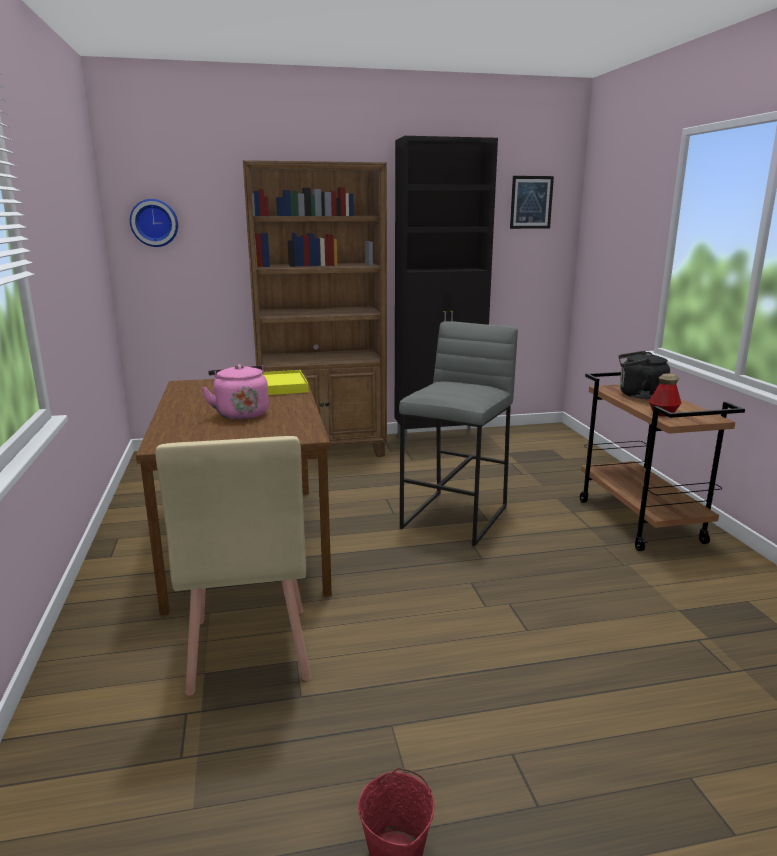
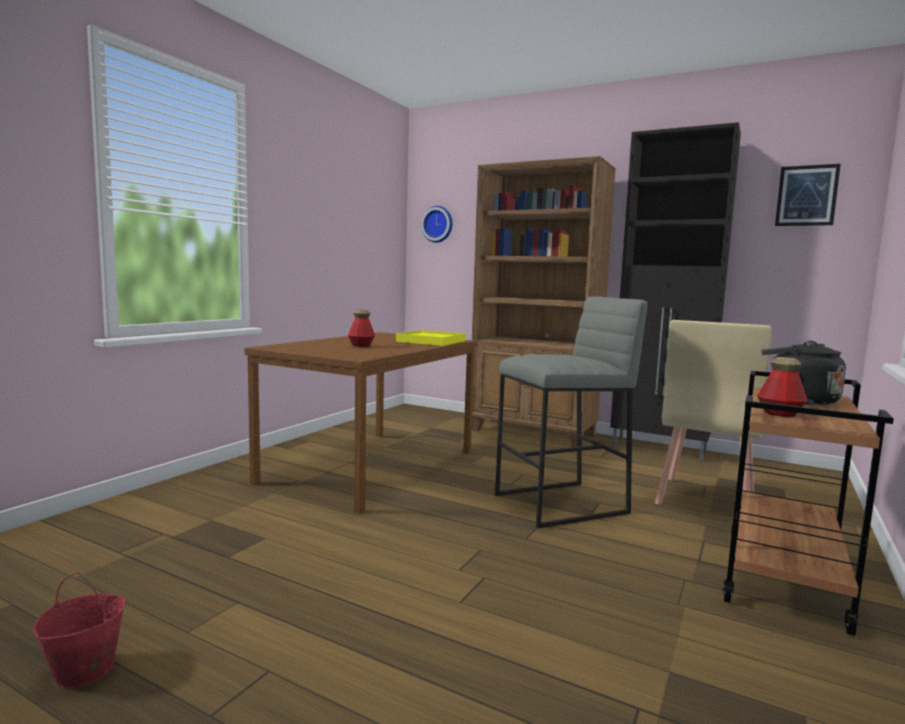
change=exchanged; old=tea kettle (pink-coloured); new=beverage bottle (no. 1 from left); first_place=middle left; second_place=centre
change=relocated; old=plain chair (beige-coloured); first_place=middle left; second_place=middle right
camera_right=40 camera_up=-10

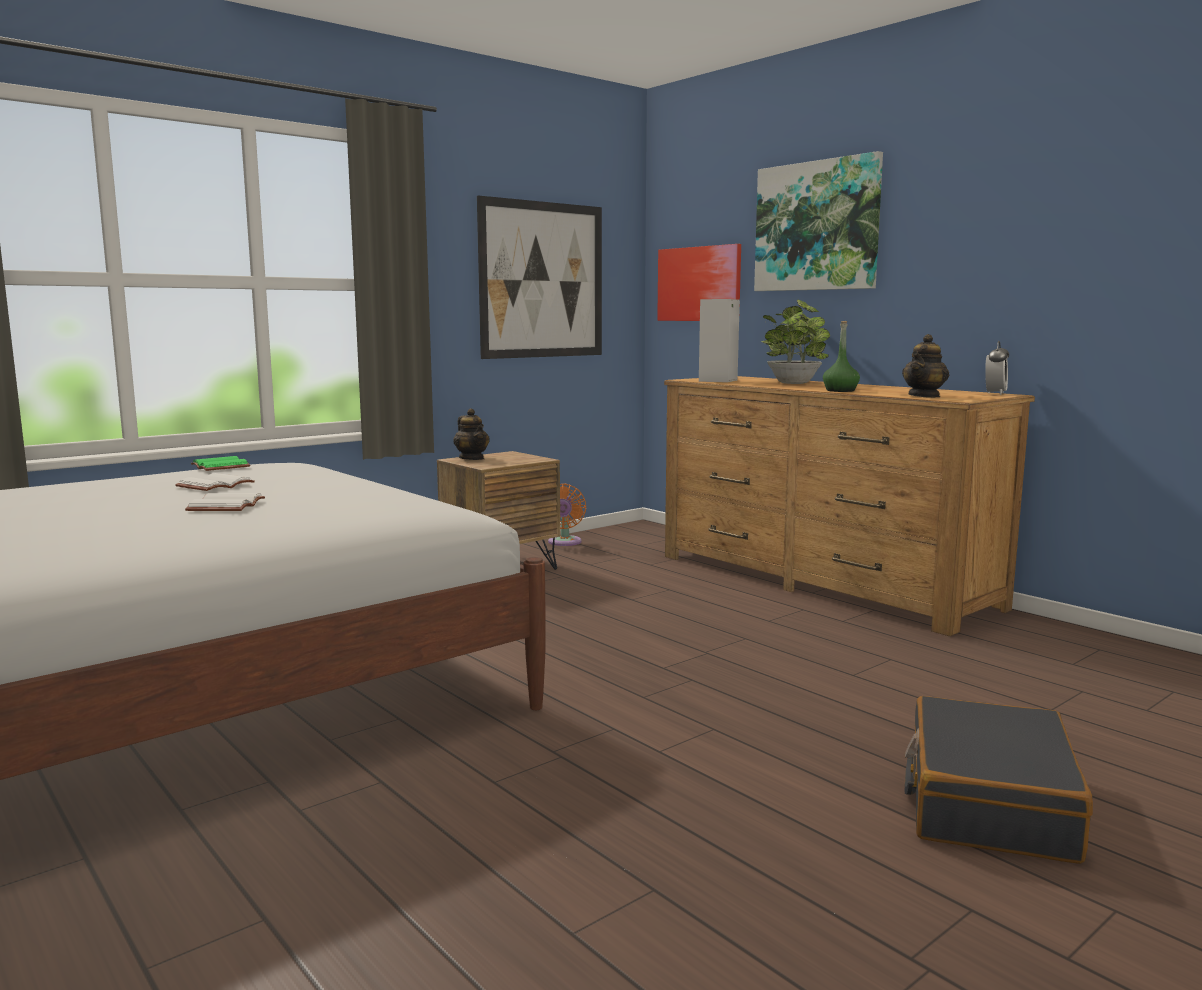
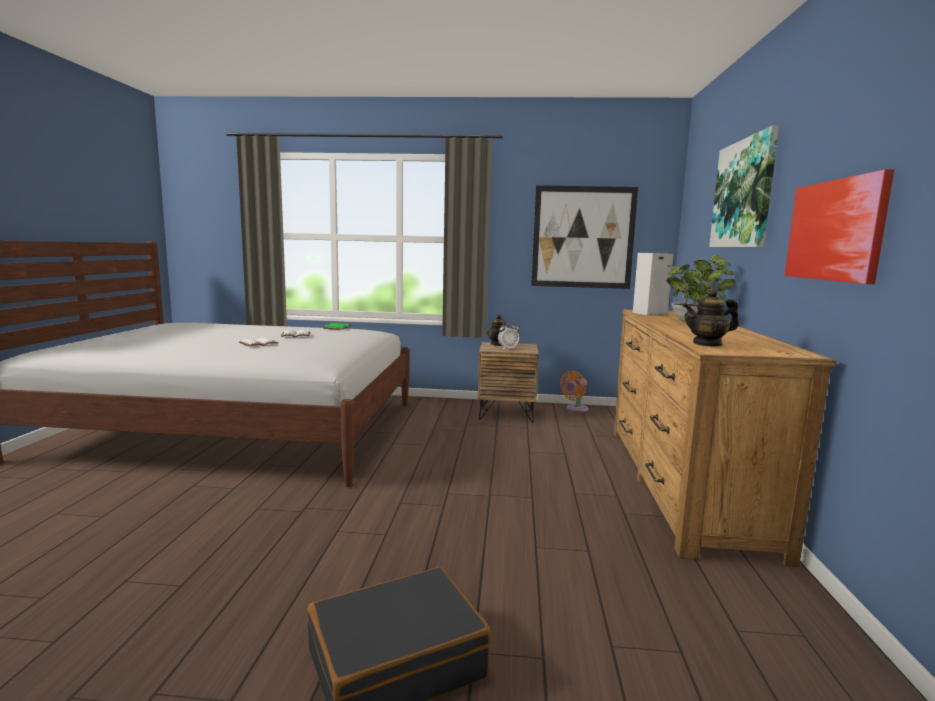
change=relocated; old=alarm clock; first_place=middle right; second_place=centre
change=relocated; old=wall picture (no. 2 from left in the first image); new=wall picture (no. 3 from left); first_place=top centre; second_place=top right
change=missing; old=beverage bottle (green); first_place=middle right
camera_right=45 camera_up=0

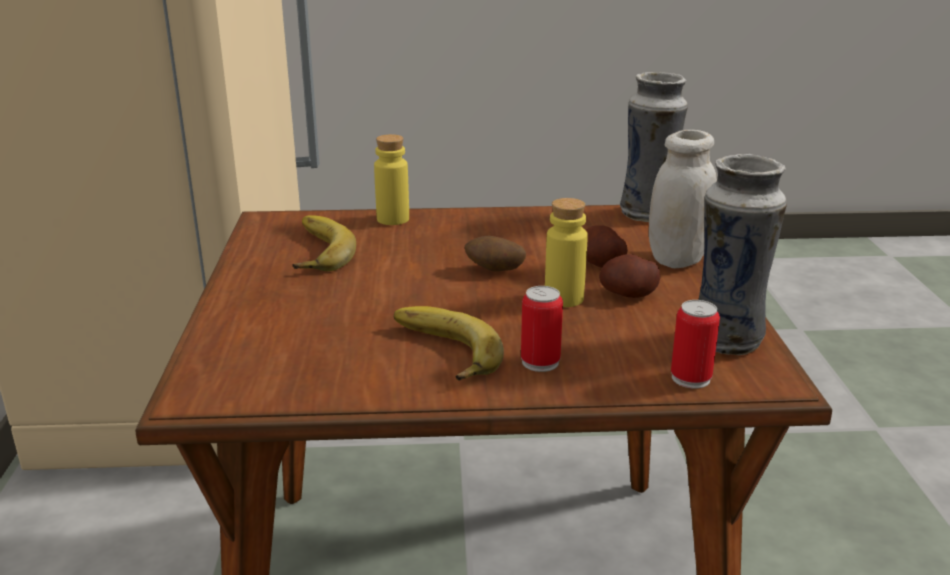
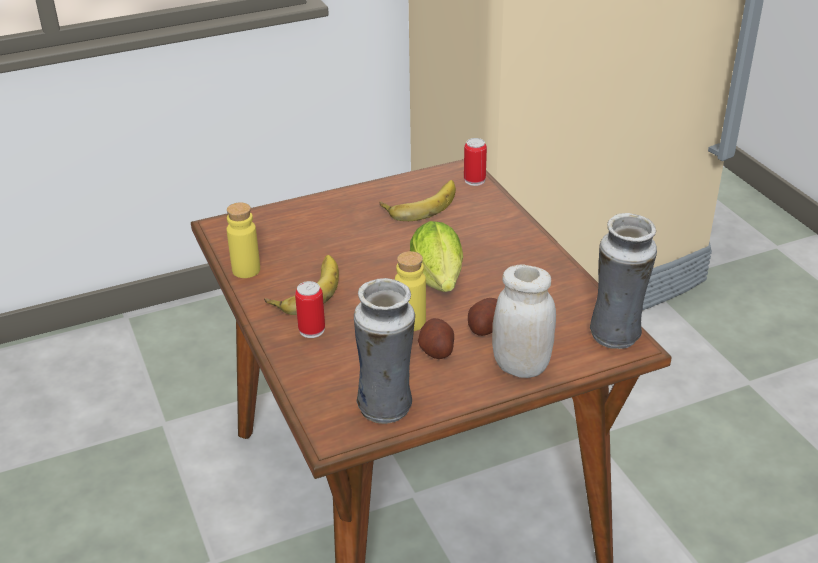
change=relocated; old=beverage bottle (yellow-coloured) (no. 1 from left); first_place=top centre; second_place=middle left
change=exchanged; old=spud (no. 1 from left); new=lettuce; first_place=centre; second_place=centre
change=relocated; old=can (no. 2 from left); first_place=middle right; second_place=top centre
camera_right=70 camera_up=10

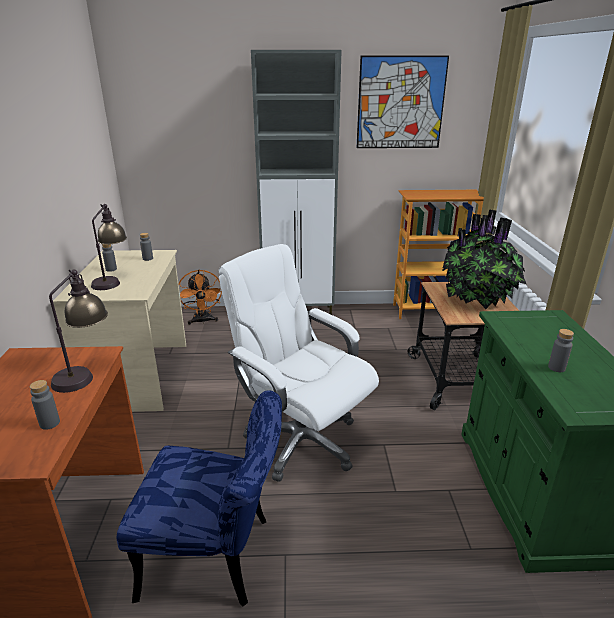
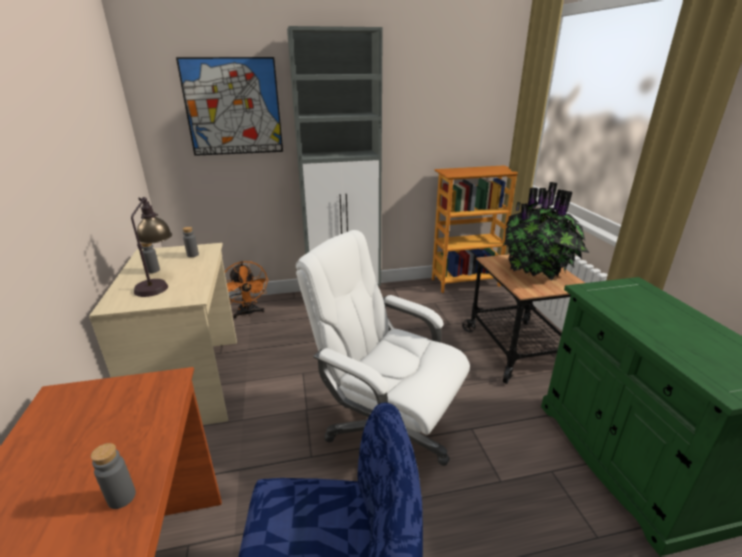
change=relocated; old=wall picture; first_place=top centre; second_place=top left
change=missing; old=tabletop lamp (no. 1 from left); first_place=middle left
change=missing; old=beverage bottle (grey) (no. 4 from left); first_place=middle right
camera_right=-10 camera_up=0

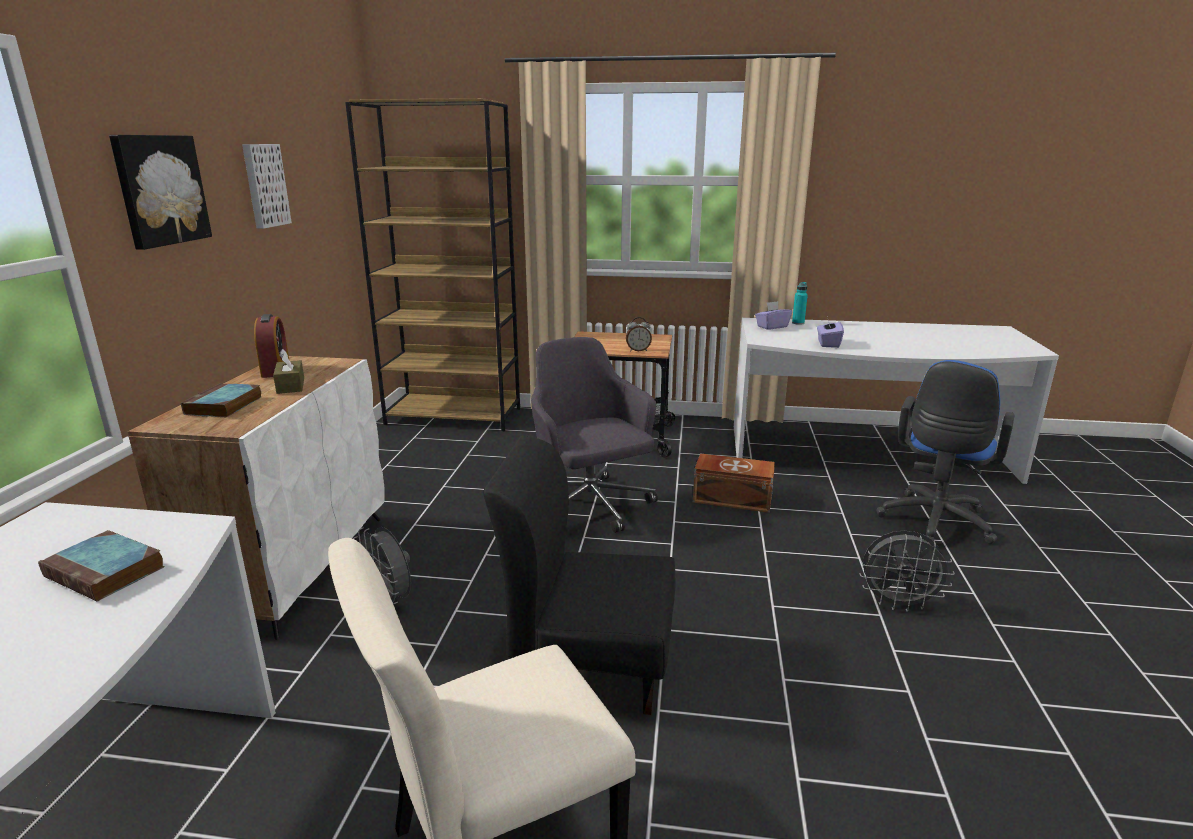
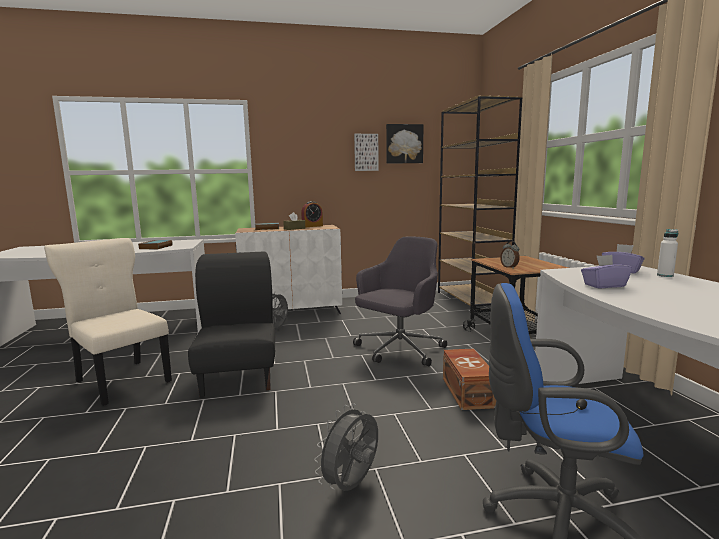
change=spun; old=fan (grey) (no. 2 from left); first_place=bottom right; second_place=bottom centre; degrees=45
change=relocated; old=wall picture (no. 1 from left in the first image); new=wall picture (no. 2 from left); first_place=top left; second_place=top centre
change=colour; old=beverage bottle (turquoise-coloured); new=beverage bottle (whitish); first_place=middle right; second_place=middle right
camera_right=70 camera_up=-10

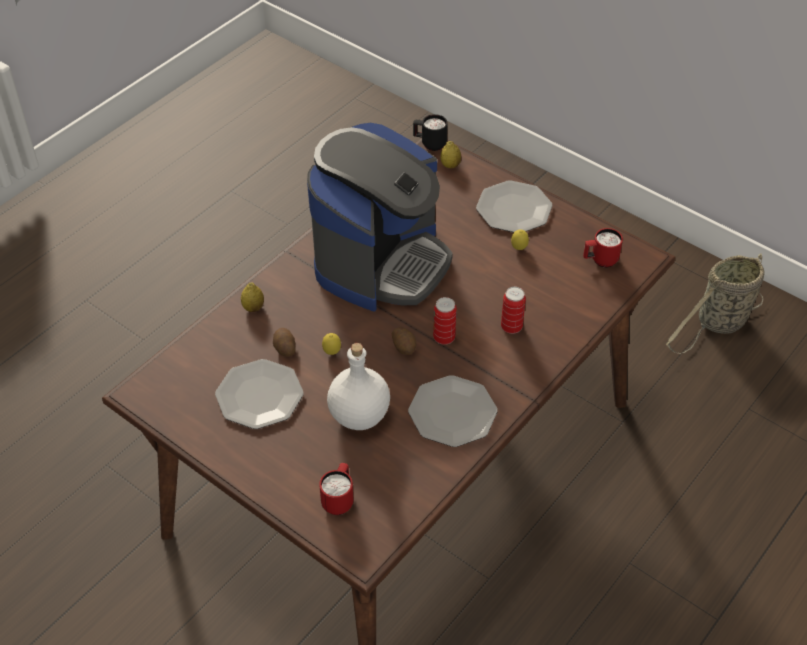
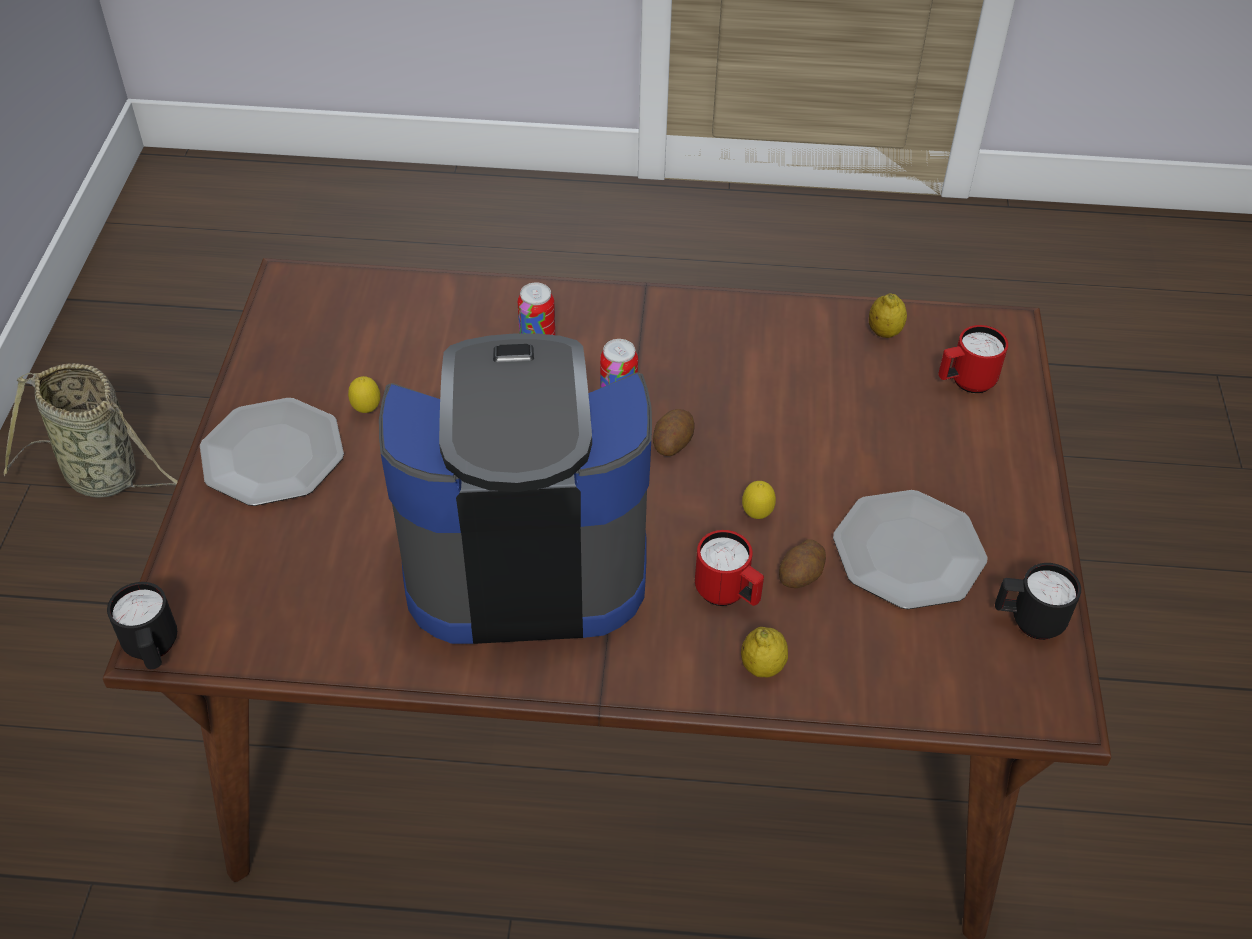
change=relocated; old=coffee mug (red) (no. 2 from left in the first image); new=coffee mug (red) (no. 1 from left); first_place=middle right; second_place=centre
change=relocated; old=lemon (no. 3 from left in the first image); new=lemon (no. 4 from left); first_place=top centre; second_place=middle right
change=appeared; new=coffee mug (black-coloured) (no. 2 from left); second_place=middle right
change=missing; old=beverage bottle (whitish); first_place=centre
change=missing; old=flat dish (no. 2 from left); first_place=centre
camera_right=-125 camera_up=0

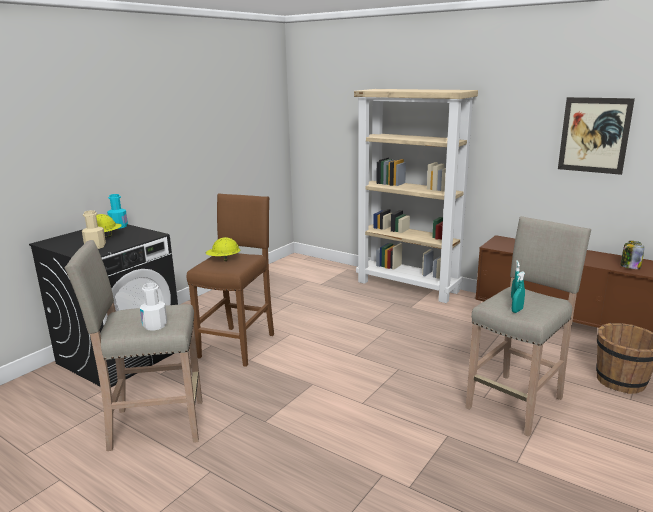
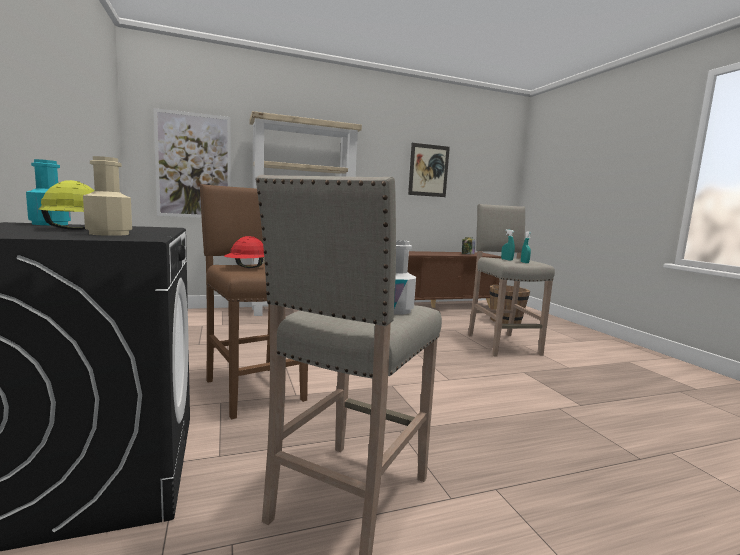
change=appeared; new=wall picture (no. 1 from left); second_place=top left
change=colour; old=safety helmet (yellow-coloured) (no. 2 from left); new=safety helmet (red); first_place=centre; second_place=middle left
camera_right=-55 camera_up=-10

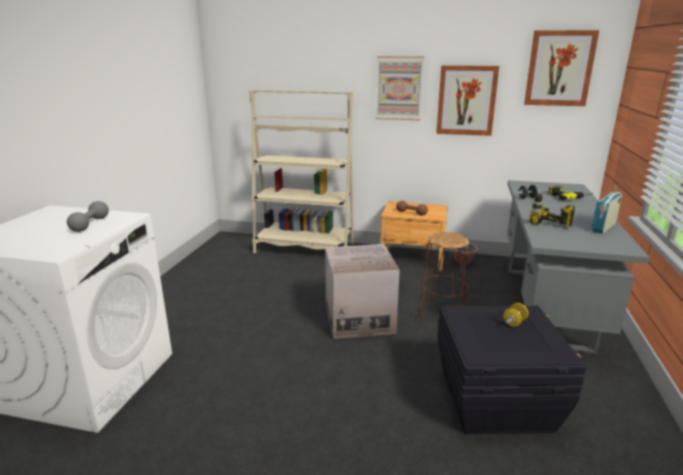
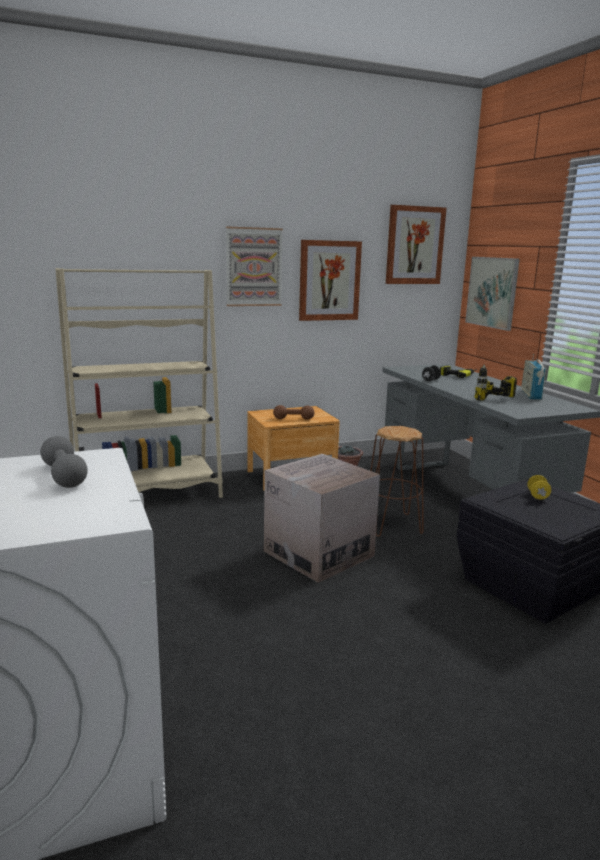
change=appeared; new=wall picture (no. 4 from left); second_place=middle right
camera_right=-35 camera_up=-5

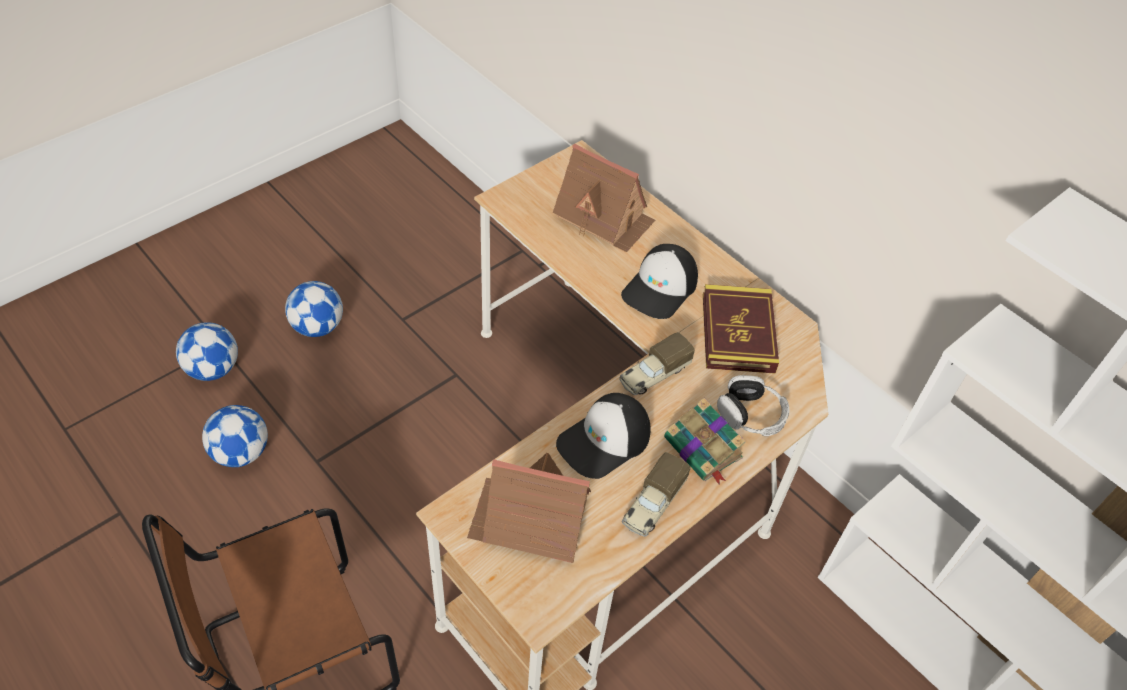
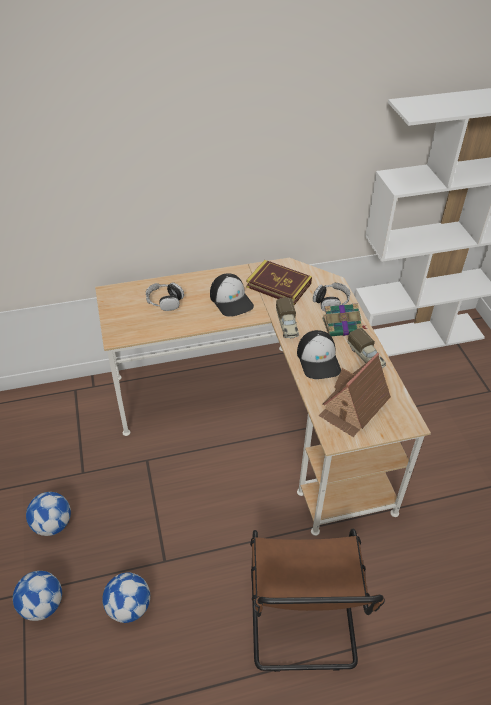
change=exchanged; old=miniature house (no. 2 from left); new=headset (no. 1 from left); first_place=top centre; second_place=centre
camera_right=-60 camera_up=-5

